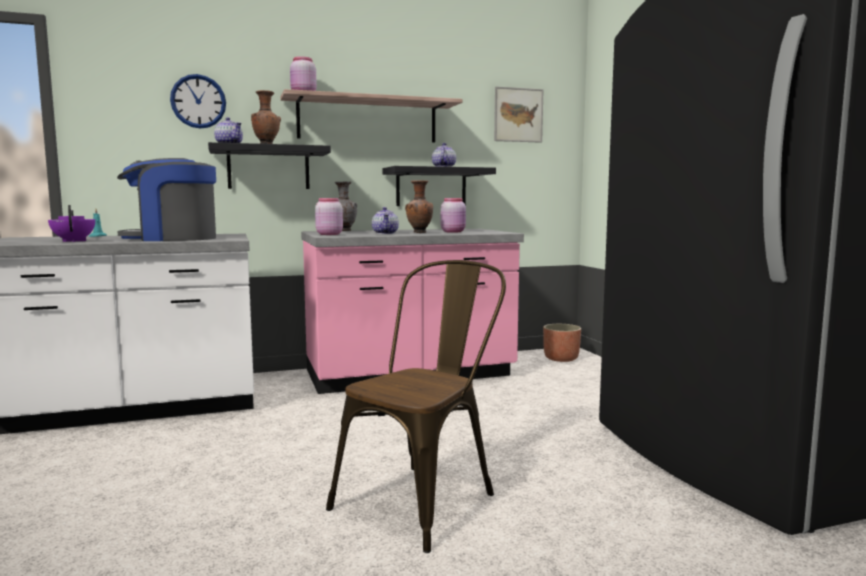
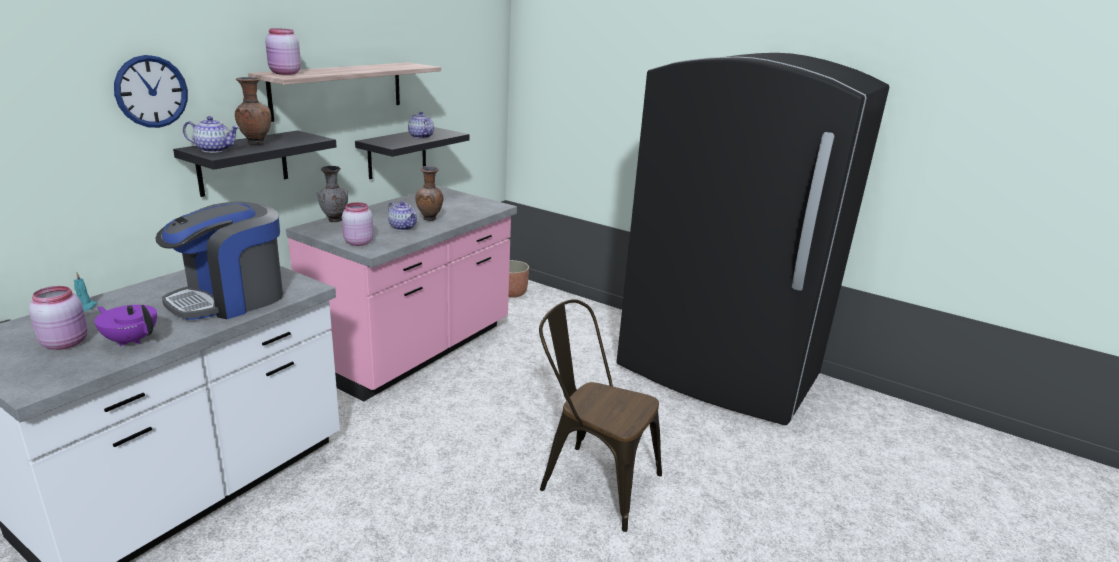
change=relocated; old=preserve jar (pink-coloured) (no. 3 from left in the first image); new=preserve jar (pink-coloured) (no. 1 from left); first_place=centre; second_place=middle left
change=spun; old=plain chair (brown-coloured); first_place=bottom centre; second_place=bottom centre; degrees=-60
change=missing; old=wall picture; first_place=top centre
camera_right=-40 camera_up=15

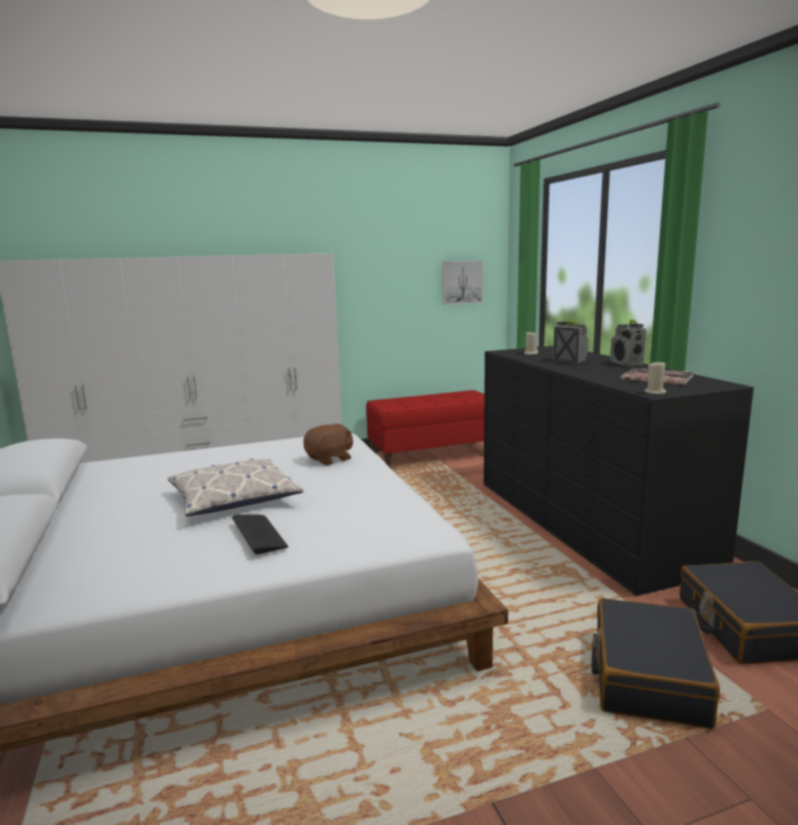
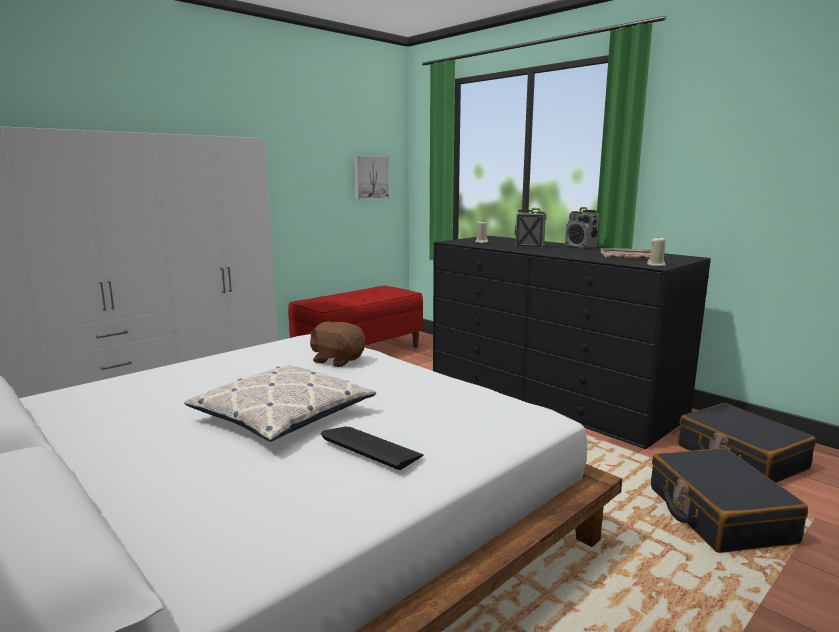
change=spun; old=cuddly toy (brown-coloured); first_place=centre; second_place=centre; degrees=-90
camera_right=-25 camera_up=0

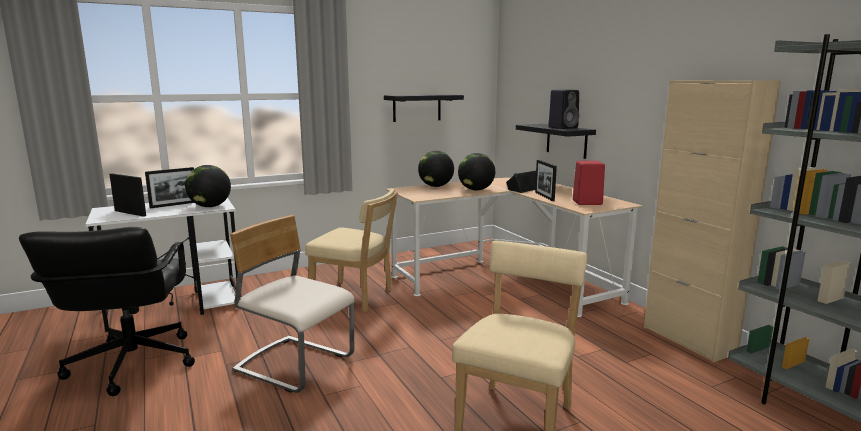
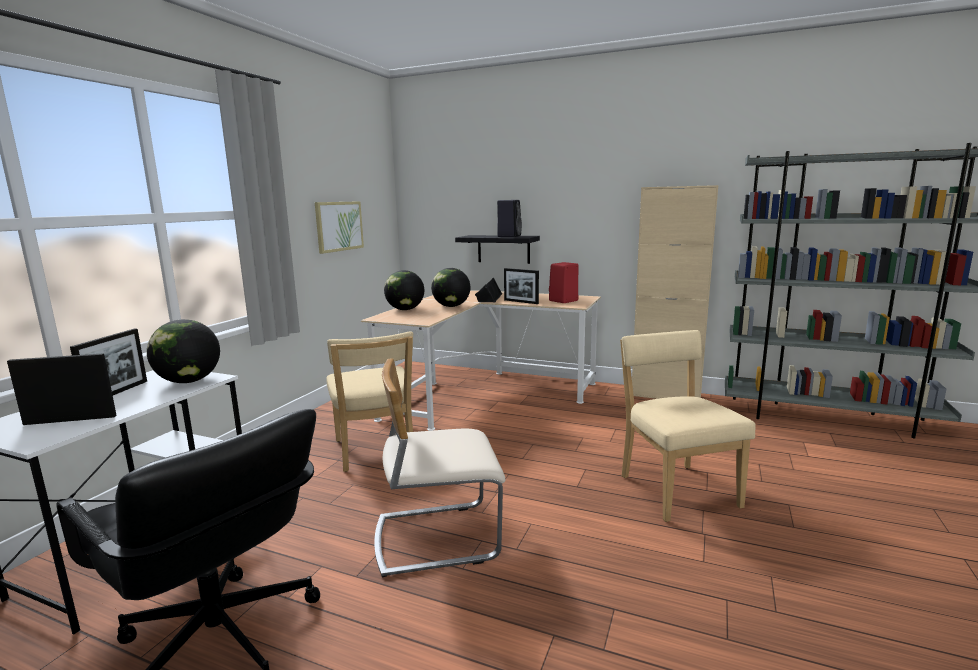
change=exchanged; old=shelf (black-coloured) (no. 1 from left); new=wall picture; first_place=top centre; second_place=centre
change=spun; old=plain chair (beige-coloured) (no. 2 from left in the first image); first_place=centre; second_place=centre; degrees=90
camera_right=-40 camera_up=0

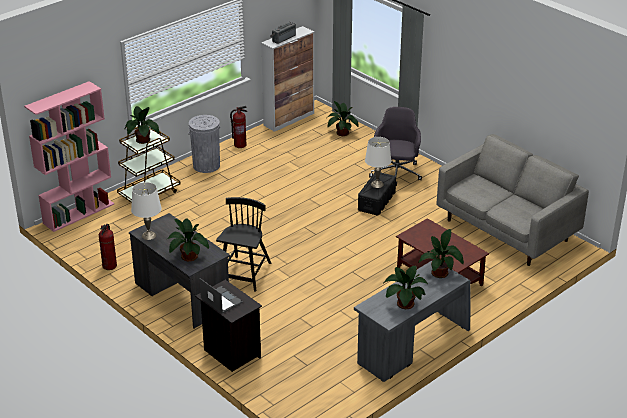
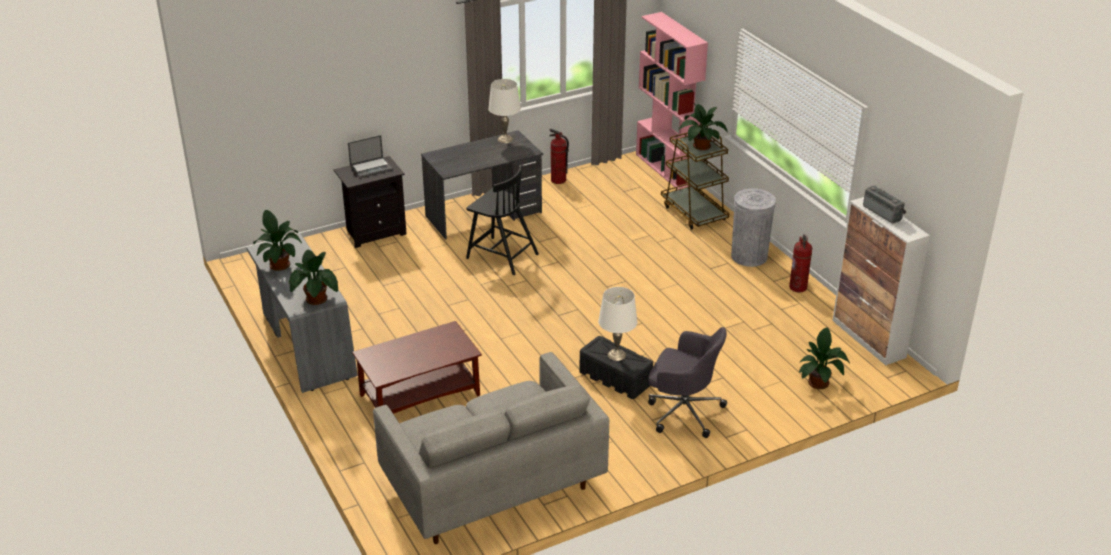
change=missing; old=potted plant (no. 2 from left); first_place=middle left
camera_right=105 camera_up=0

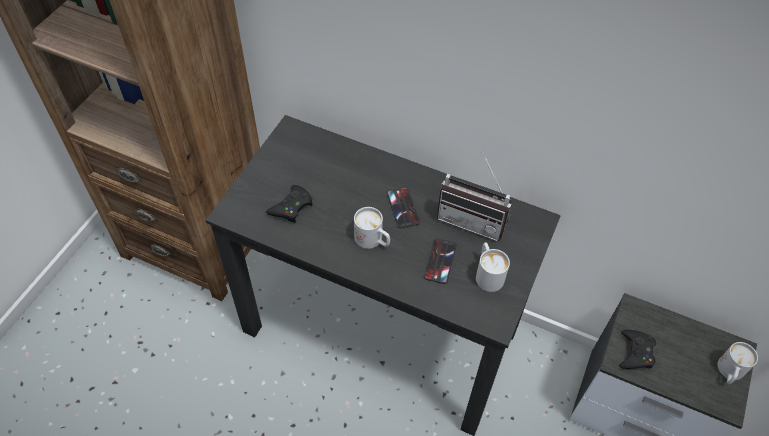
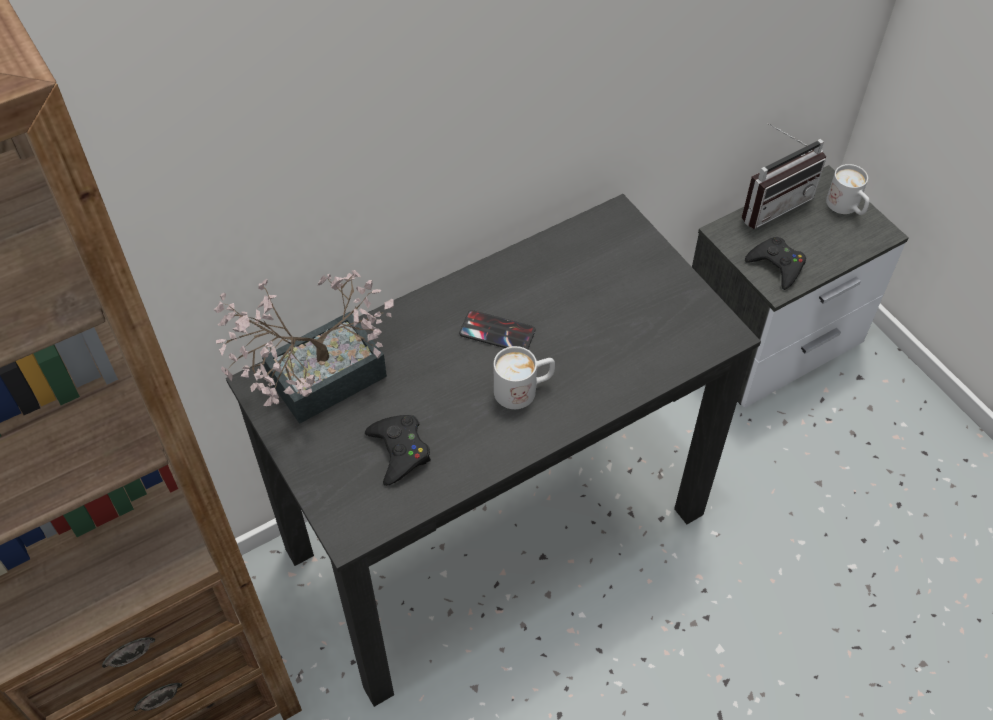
change=appeared; new=potted plant; second_place=middle left
change=relocated; old=radio set; first_place=centre; second_place=top right
change=missing; old=phone (no. 2 from left); first_place=centre
change=missing; old=coffee mug (whitish) (no. 2 from left); first_place=centre
camera_right=-55 camera_up=0

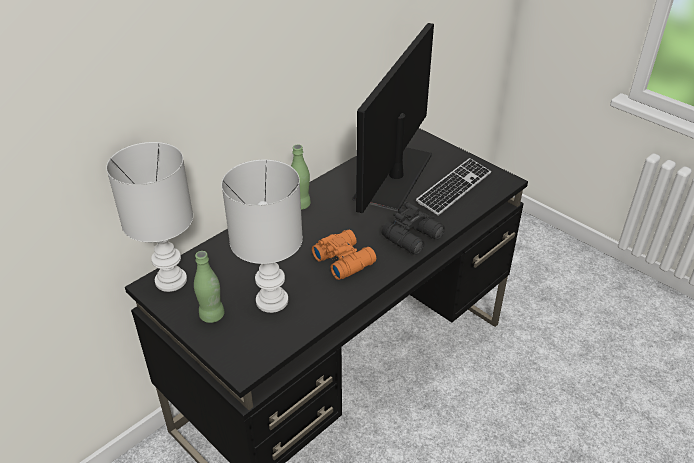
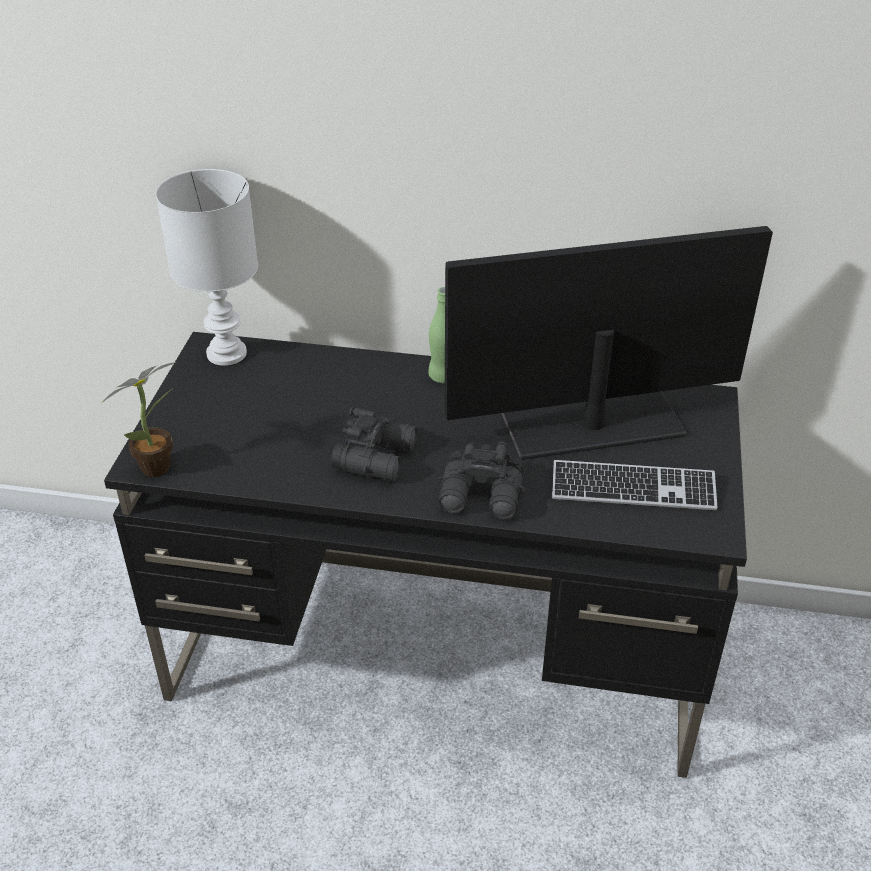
change=appeared; new=potted plant; second_place=middle left
change=colour; old=binoculars (orange-coloured); new=binoculars (black-coloured) (no. 1 from left); first_place=centre; second_place=centre
change=missing; old=beverage bottle (green) (no. 1 from left); first_place=middle left
change=missing; old=tabletop lamp (whitish) (no. 2 from left); first_place=centre
camera_right=55 camera_up=0

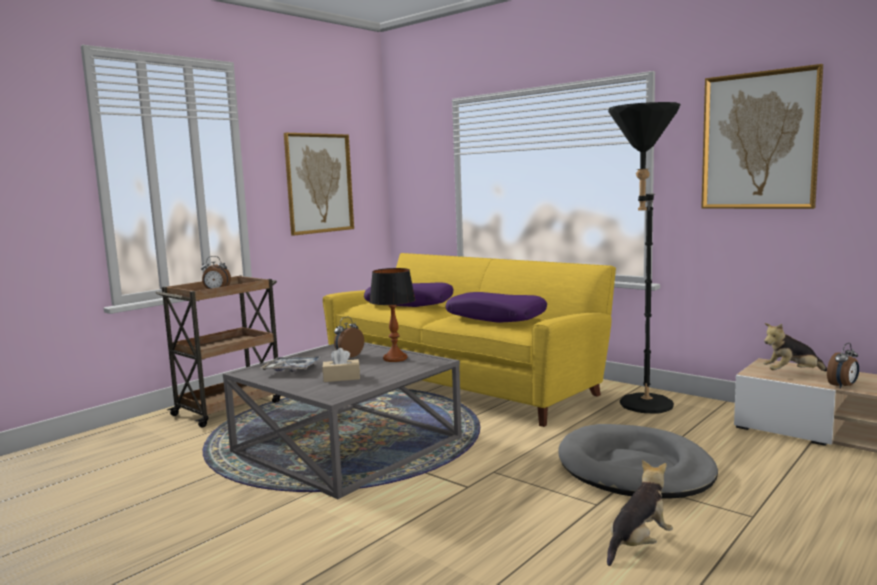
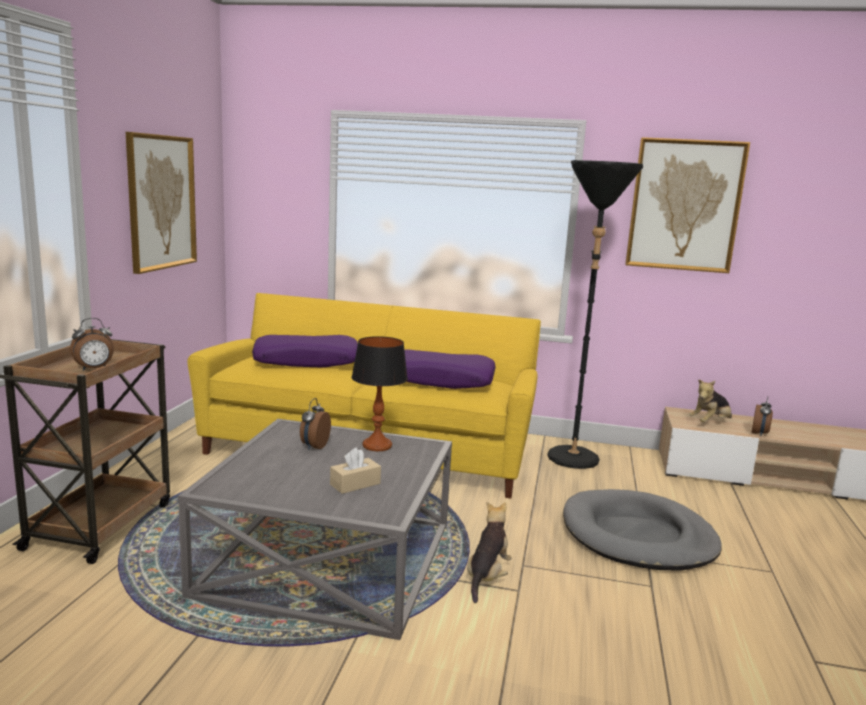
change=relocated; old=cuddly toy (no. 1 from left); first_place=bottom right; second_place=bottom centre
change=missing; old=carrying tray; first_place=middle left
camera_right=-30 camera_up=5

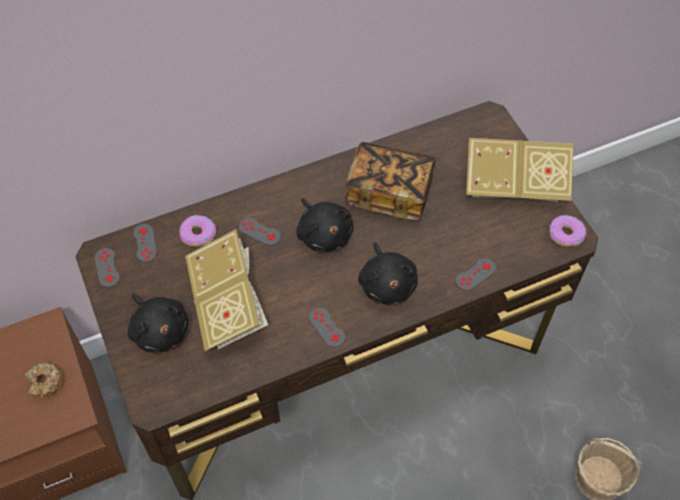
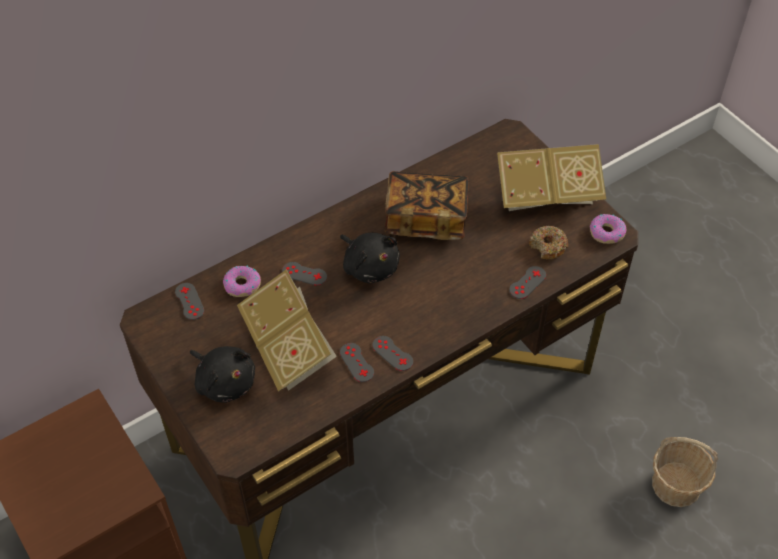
change=relocated; old=joypad (grey) (no. 1 from left in the first image); new=joypad (grey) (no. 3 from left); first_place=middle left; second_place=centre
change=relocated; old=donut (no. 1 from left in the first image); new=donut (no. 2 from left); first_place=bottom left; second_place=middle right
change=missing; old=cuddly toy (black-coloured) (no. 3 from left); first_place=centre
camera_right=-10 camera_up=-5

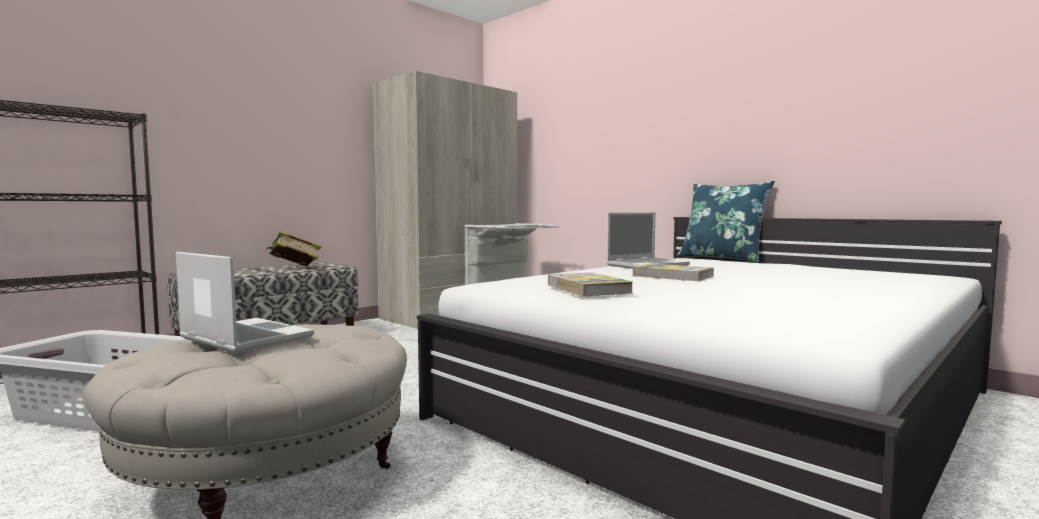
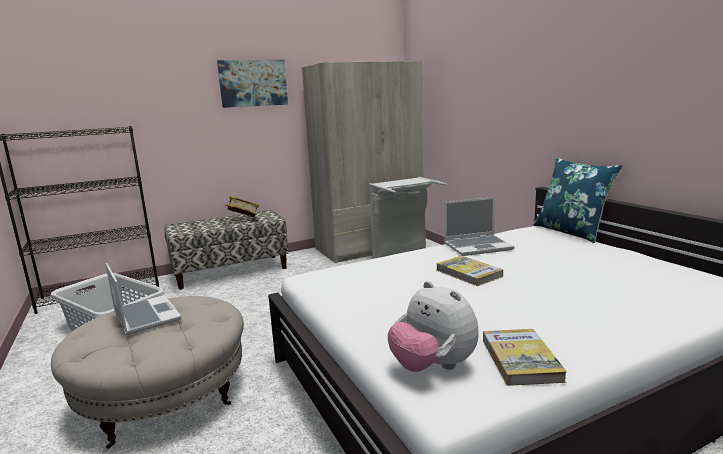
change=appeared; new=wall picture; second_place=top centre
change=appeared; new=cuddly toy; second_place=bottom centre
change=relocated; old=volume (no. 2 from left in the first image); new=volume (no. 3 from left); first_place=centre; second_place=bottom right
camera_right=20 camera_up=10

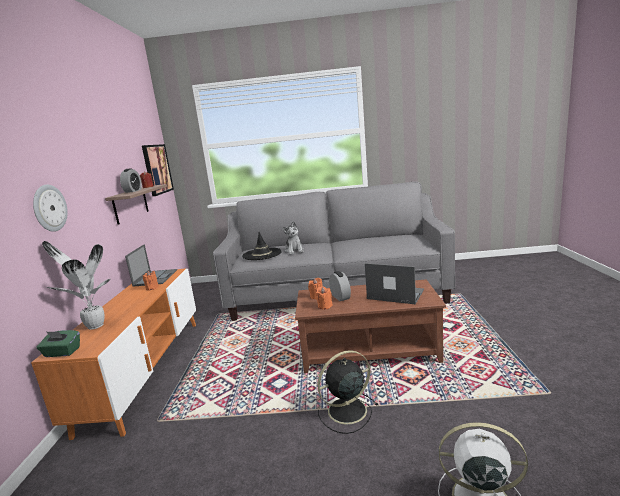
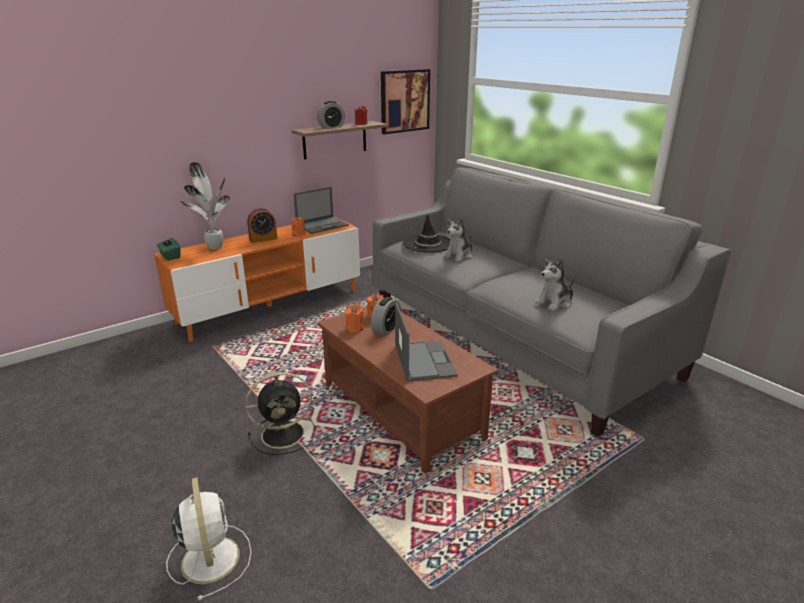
change=spun; old=fan (black-coloured); first_place=bottom centre; second_place=bottom centre; degrees=135
change=appeared; new=alarm clock (no. 1 from left); second_place=middle left
change=appeared; new=cuddly toy (no. 2 from left); second_place=middle right
change=missing; old=wall clock; first_place=middle left
camera_right=50 camera_up=10

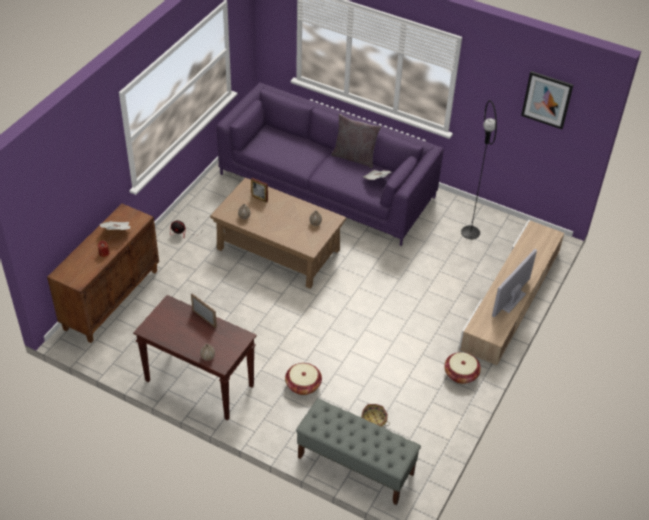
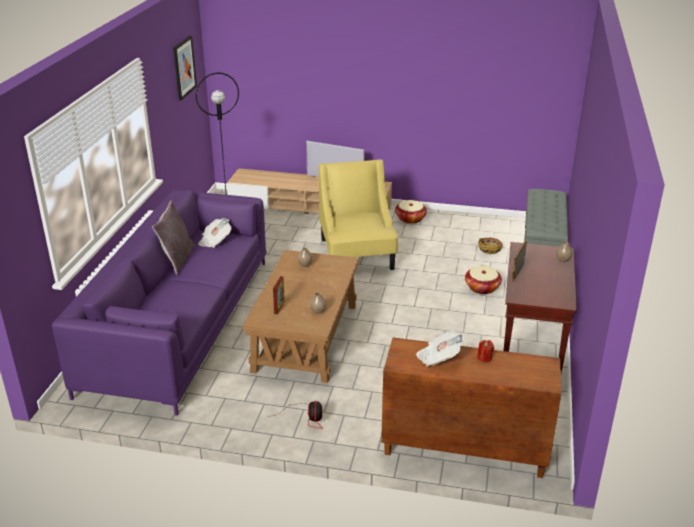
change=appeared; new=armchair (yellow-coloured); second_place=centre
camera_right=-105 camera_up=-15

